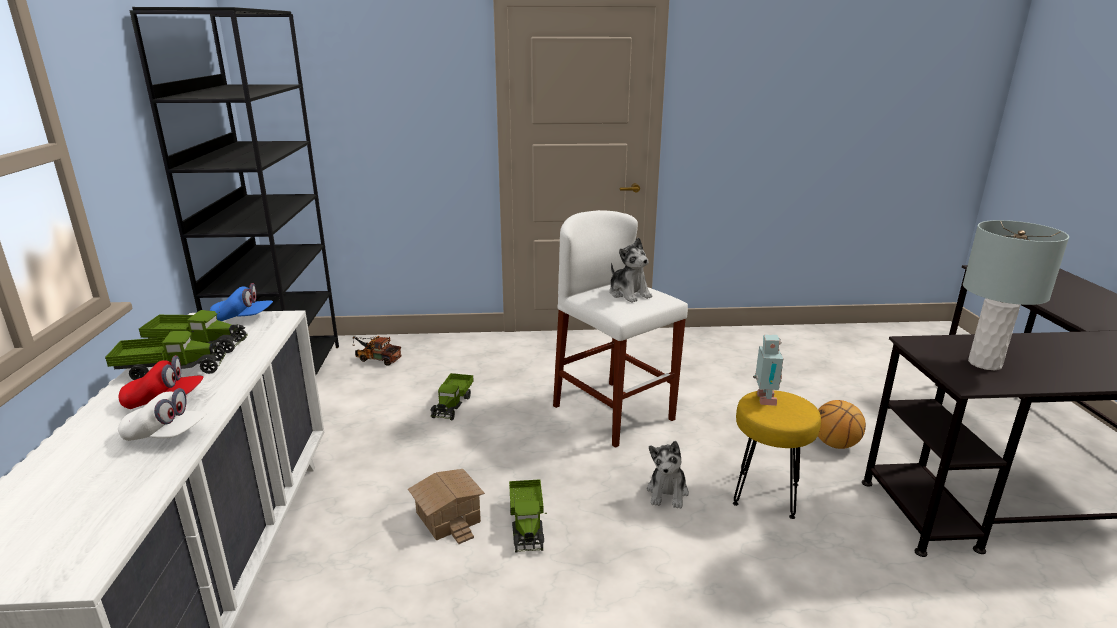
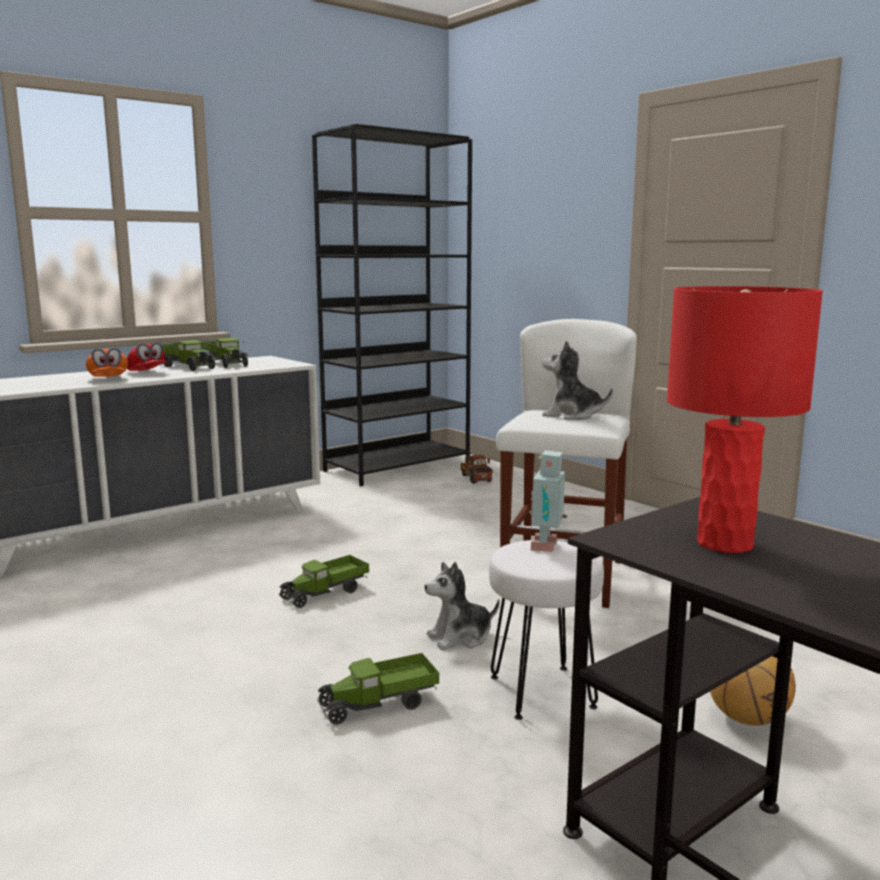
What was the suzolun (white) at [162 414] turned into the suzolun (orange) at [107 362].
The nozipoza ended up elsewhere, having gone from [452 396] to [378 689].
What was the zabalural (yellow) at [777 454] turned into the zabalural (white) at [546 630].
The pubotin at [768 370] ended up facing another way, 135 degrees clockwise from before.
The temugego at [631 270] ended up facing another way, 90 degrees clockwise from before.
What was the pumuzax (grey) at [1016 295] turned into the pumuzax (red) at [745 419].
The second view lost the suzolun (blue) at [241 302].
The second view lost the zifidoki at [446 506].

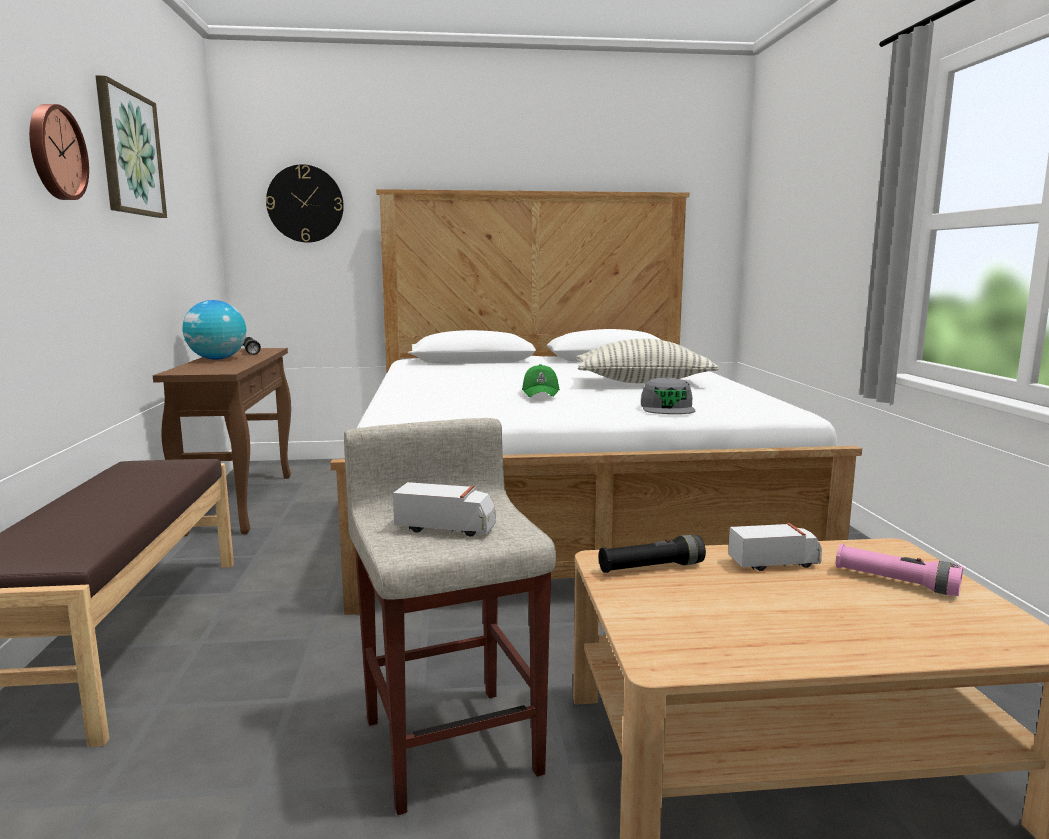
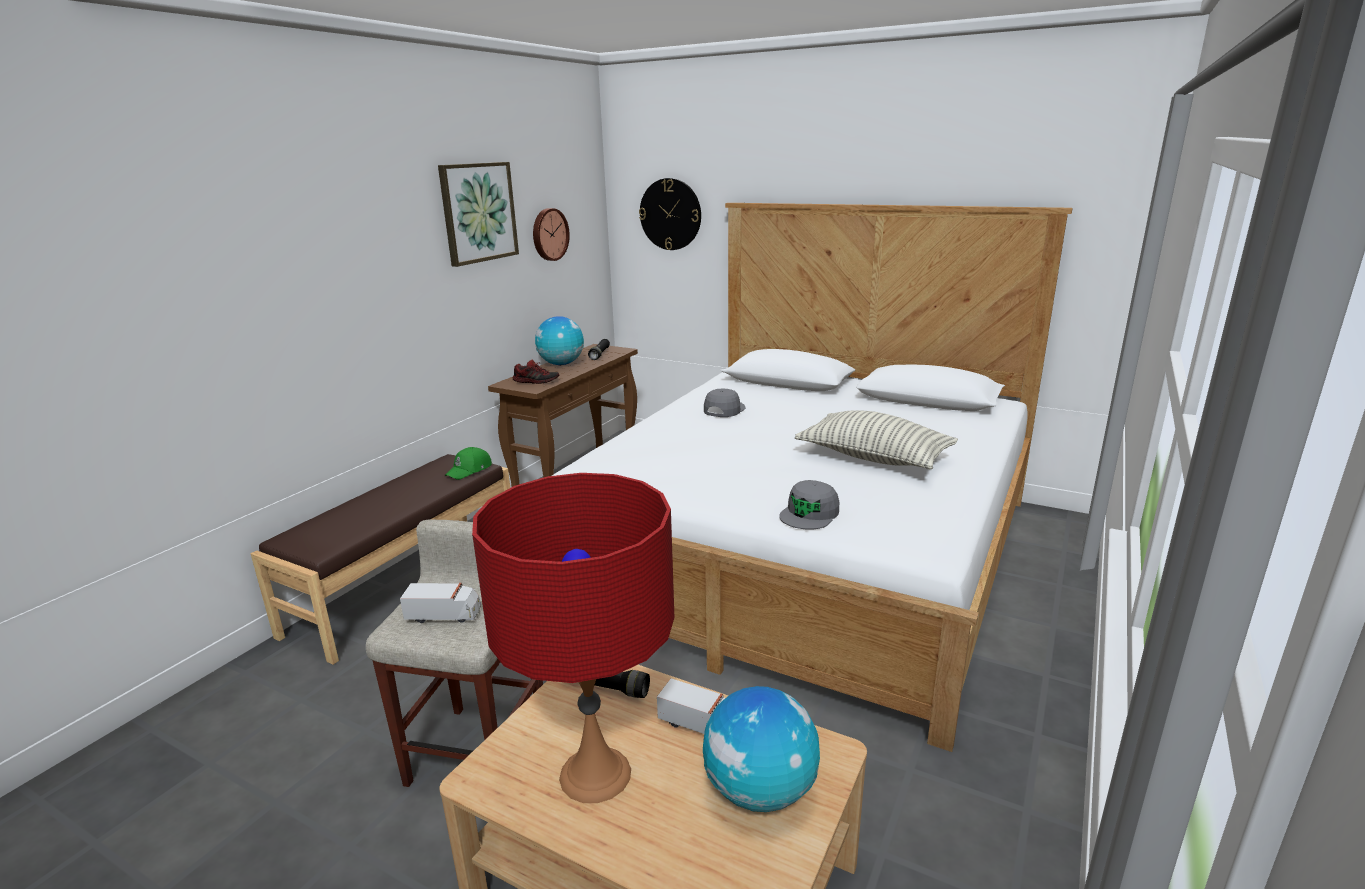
The nozipoza at [444 509] ended up facing another way, 45 degrees counterclockwise from before.
The suzolun (green) ended up elsewhere, having gone from [541 380] to [468 463].
The second view gained the pumuzax (red) at [573 638].
The second view gained the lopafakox at [536 371].
The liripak ended up elsewhere, having gone from [59 152] to [551 234].
Where the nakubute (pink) stood at [899 570], the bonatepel came to stand at [761 749].
The second view gained the suzolun (grey) at [725 403].

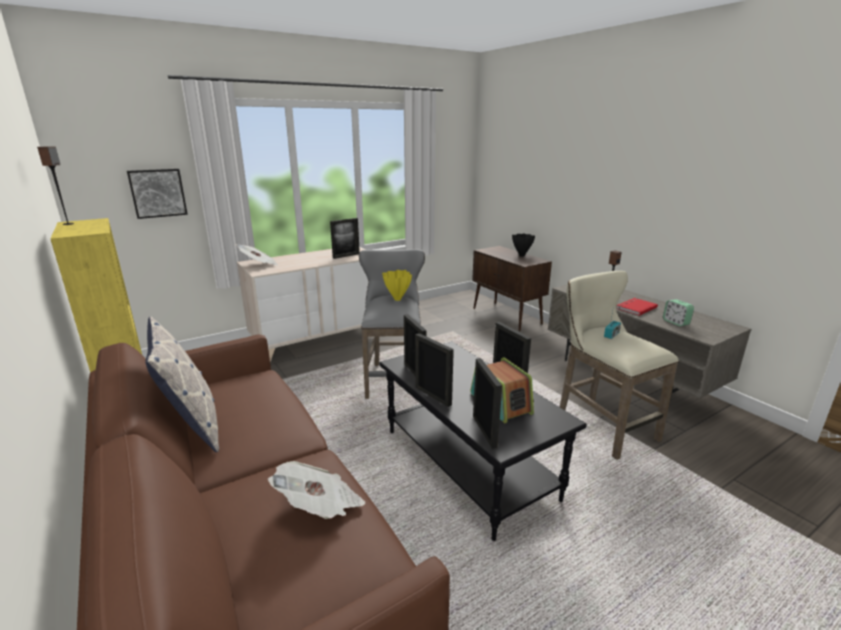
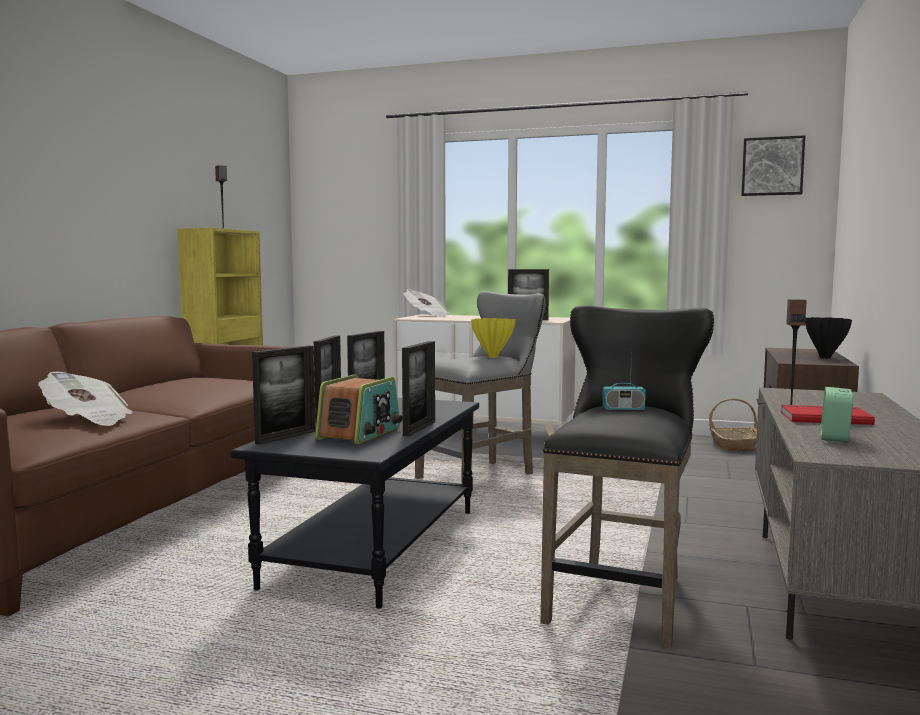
What was the zabalural (beige) at [619 365] turned into the zabalural (black) at [627 476].
The second view gained the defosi at [733 424].
The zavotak ended up elsewhere, having gone from [157 194] to [773 165].
The second view lost the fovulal at [182 384].

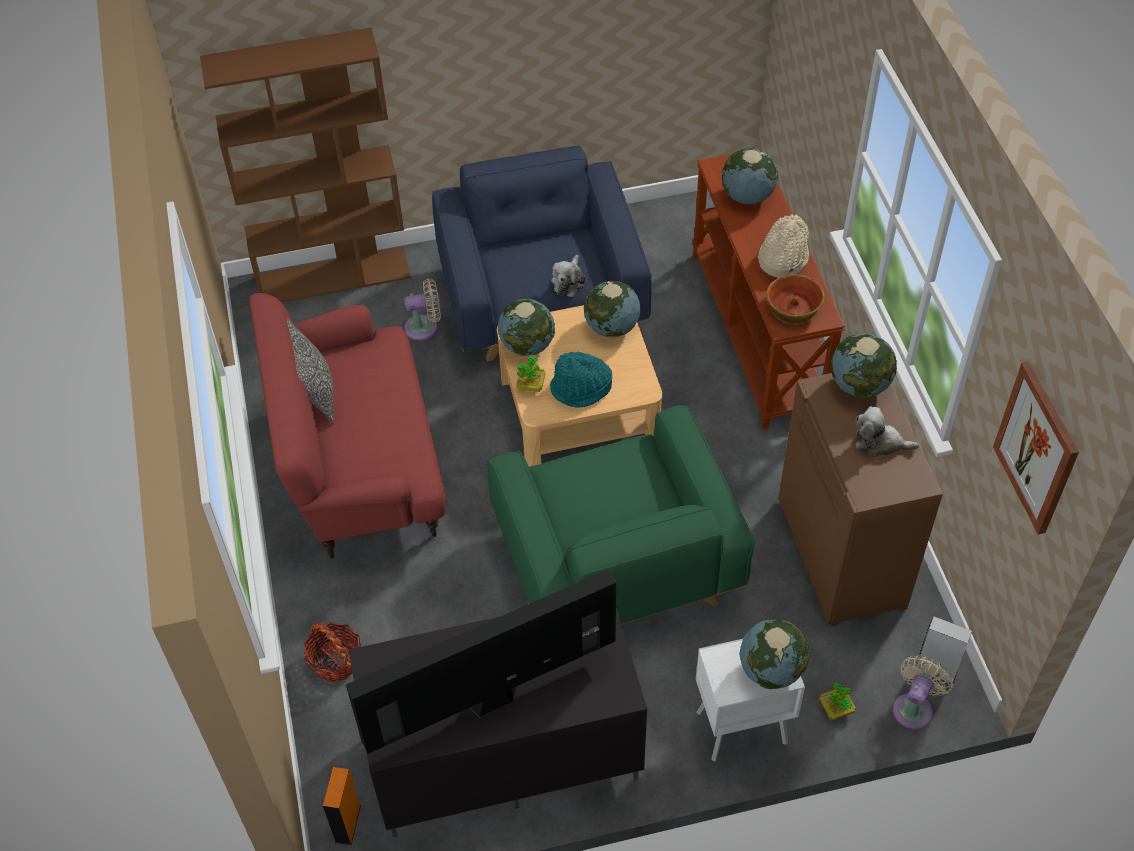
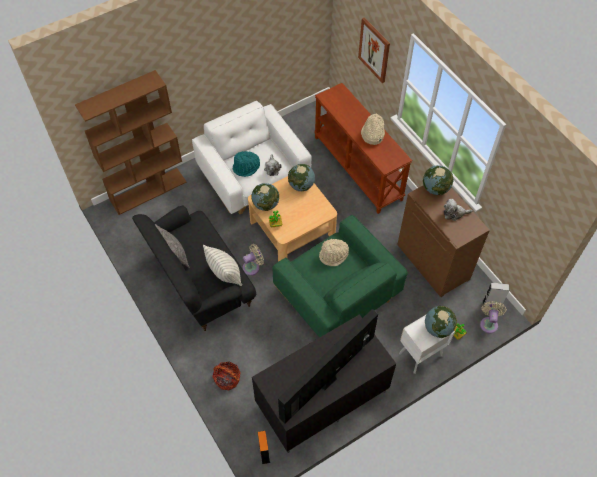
What was the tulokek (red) at [348 425] turned into the tulokek (black) at [194 268].
What was the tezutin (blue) at [542 253] turned into the tezutin (white) at [251 157].
The second view gained the fovulal at [222 265].
The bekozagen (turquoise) ended up elsewhere, having gone from [581 380] to [246 164].
The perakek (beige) ended up elsewhere, having gone from [422 309] to [253 259].
The second view gained the bekozagen (beige) at [334 252].
The zavotak ended up elsewhere, having gone from [1036 448] to [374 50].
The second view lost the bonatepel at [750 176].
The second view lost the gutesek at [795 299].

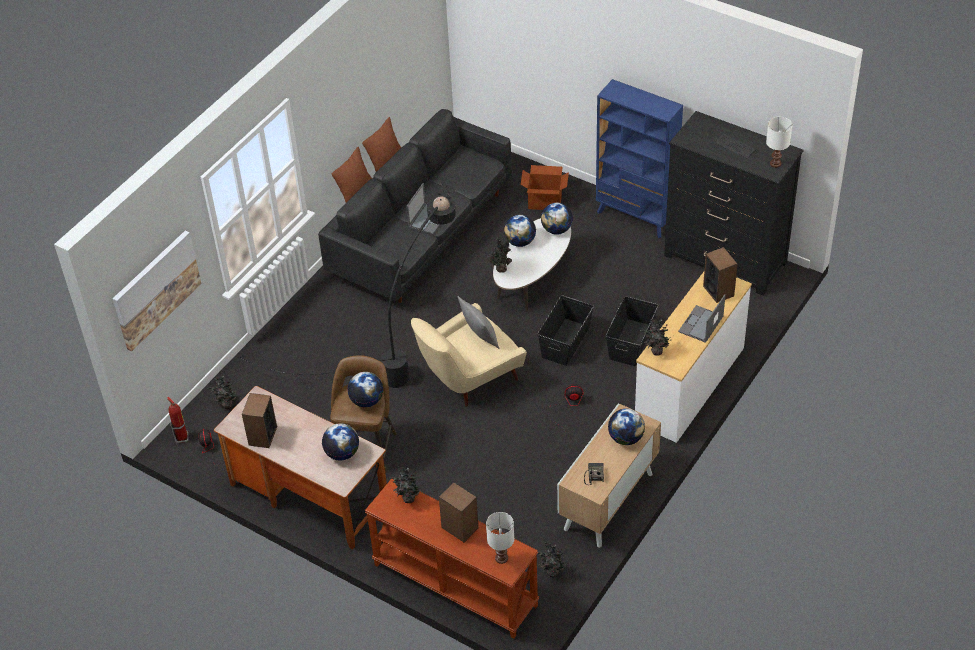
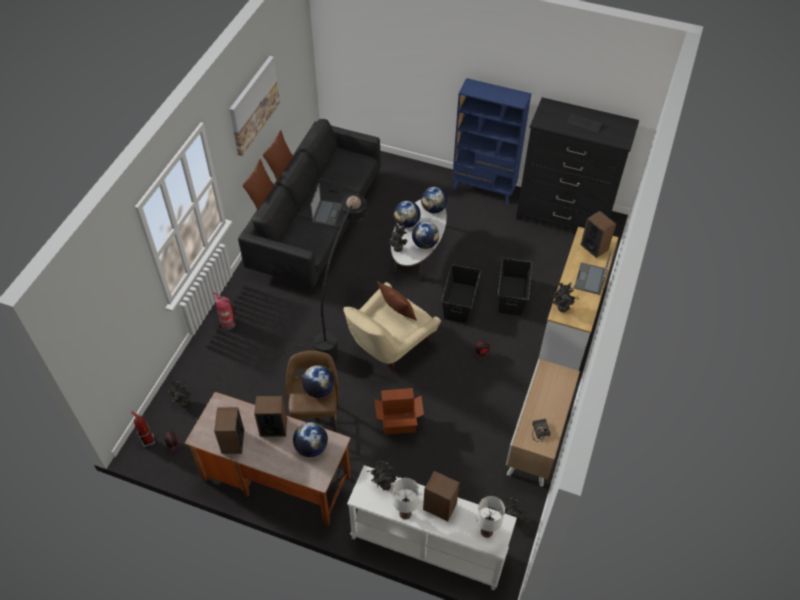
The second view gained the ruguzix at [224 311].
The zavotak ended up elsewhere, having gone from [157 291] to [254 106].
The second view gained the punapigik at [270 416].
What was the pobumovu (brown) at [452 559] turned into the pobumovu (white) at [432 528].
The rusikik ended up elsewhere, having gone from [544 187] to [399 411].
What was the fovulal (grey) at [478 322] turned into the fovulal (brown) at [397 301].
The pumuzax (white) ended up elsewhere, having gone from [779 142] to [406 498].
The bonatepel ended up elsewhere, having gone from [626 427] to [426 235].

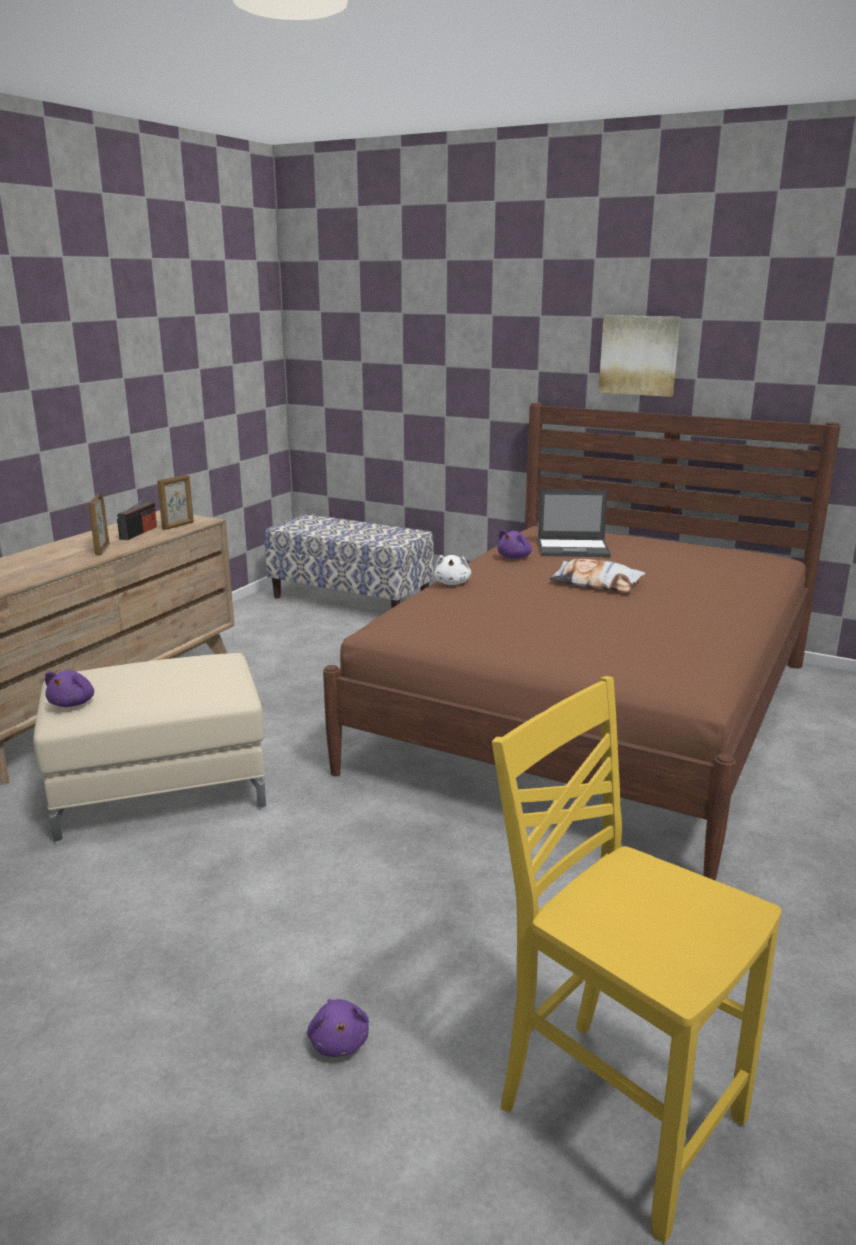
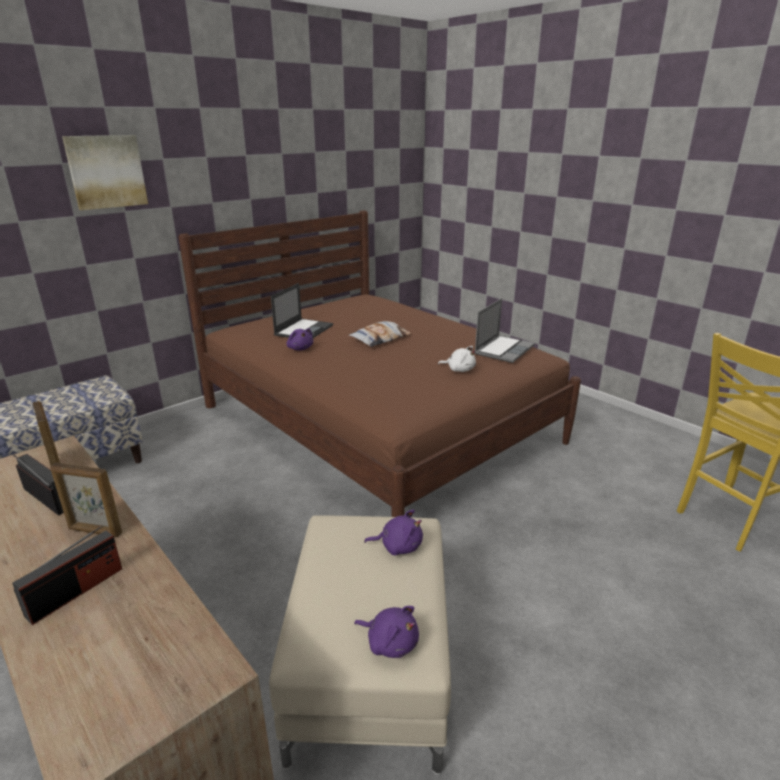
The second view gained the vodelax at [67 575].
The zavotak ended up elsewhere, having gone from [639 356] to [105 172].
The temugego (purple) ended up elsewhere, having gone from [338 1028] to [393 533].
The temugego (white) ended up elsewhere, having gone from [452 570] to [457 359].
The second view gained the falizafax at [505 330].

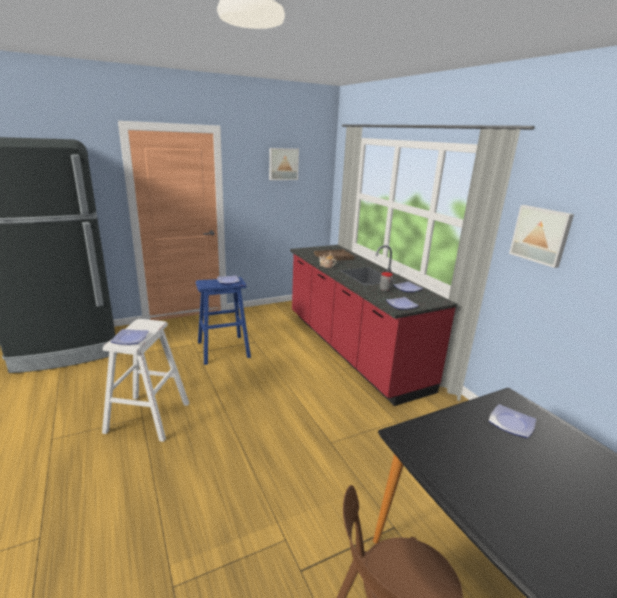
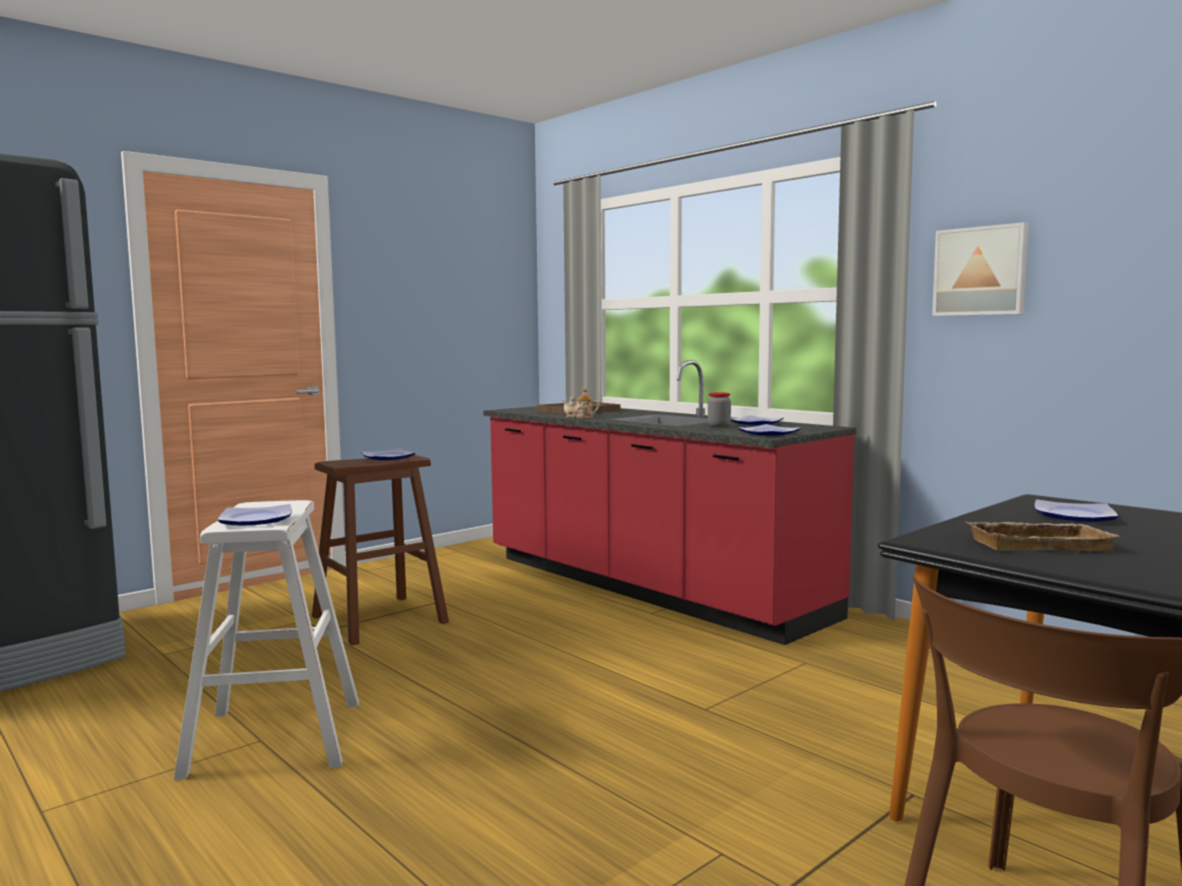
What was the zabalural (blue) at [223 321] turned into the zabalural (brown) at [380 550].
The second view gained the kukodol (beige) at [1042 536].
The second view lost the zavotak at [284 164].

